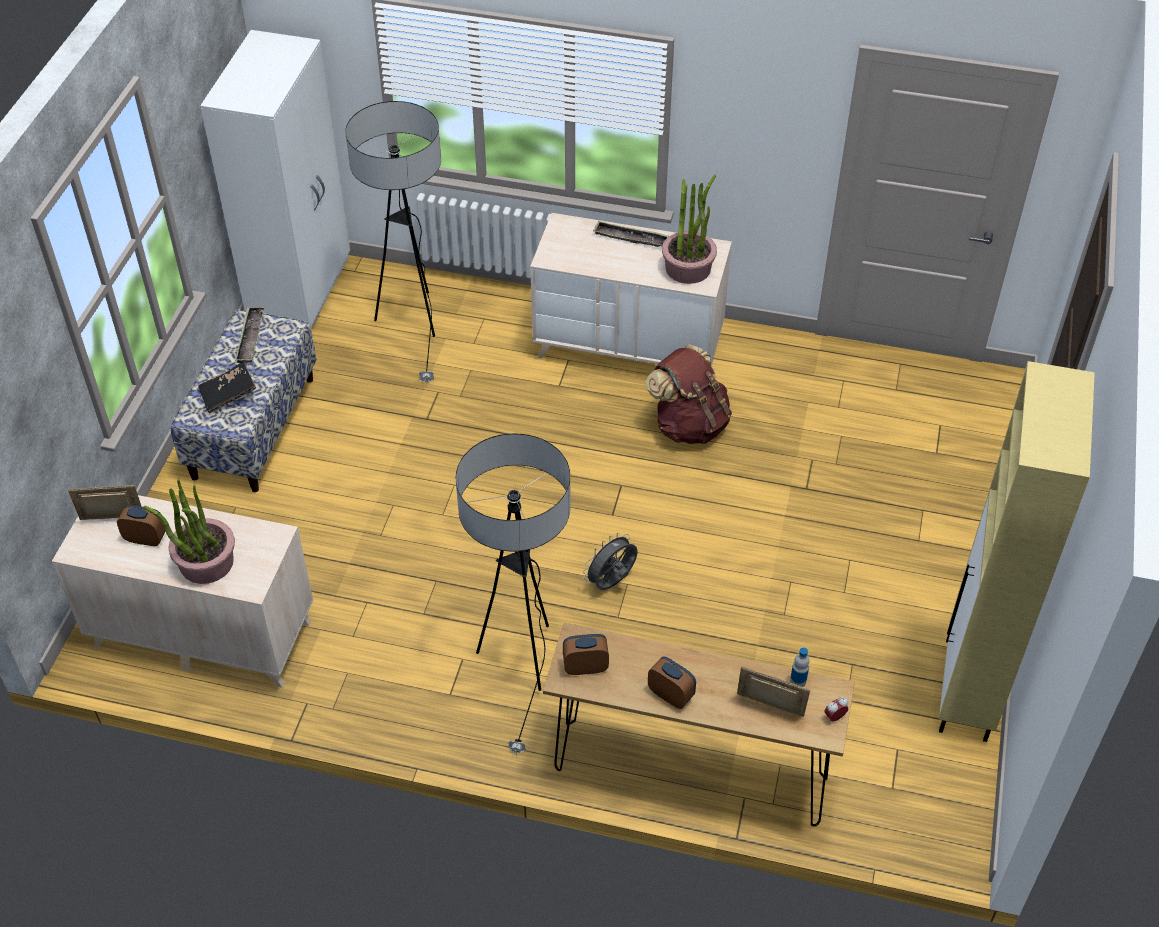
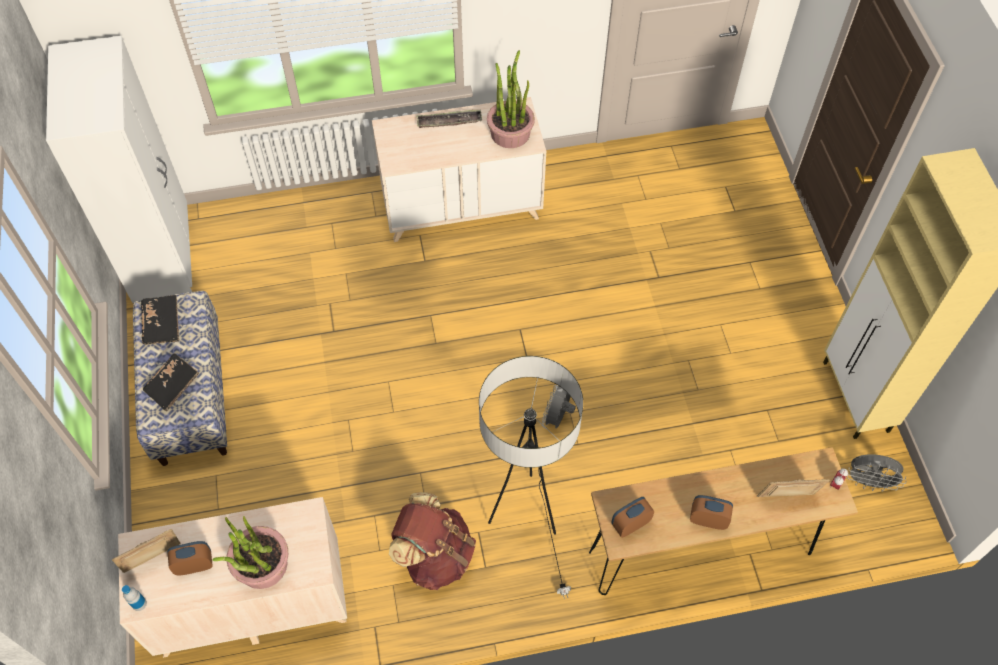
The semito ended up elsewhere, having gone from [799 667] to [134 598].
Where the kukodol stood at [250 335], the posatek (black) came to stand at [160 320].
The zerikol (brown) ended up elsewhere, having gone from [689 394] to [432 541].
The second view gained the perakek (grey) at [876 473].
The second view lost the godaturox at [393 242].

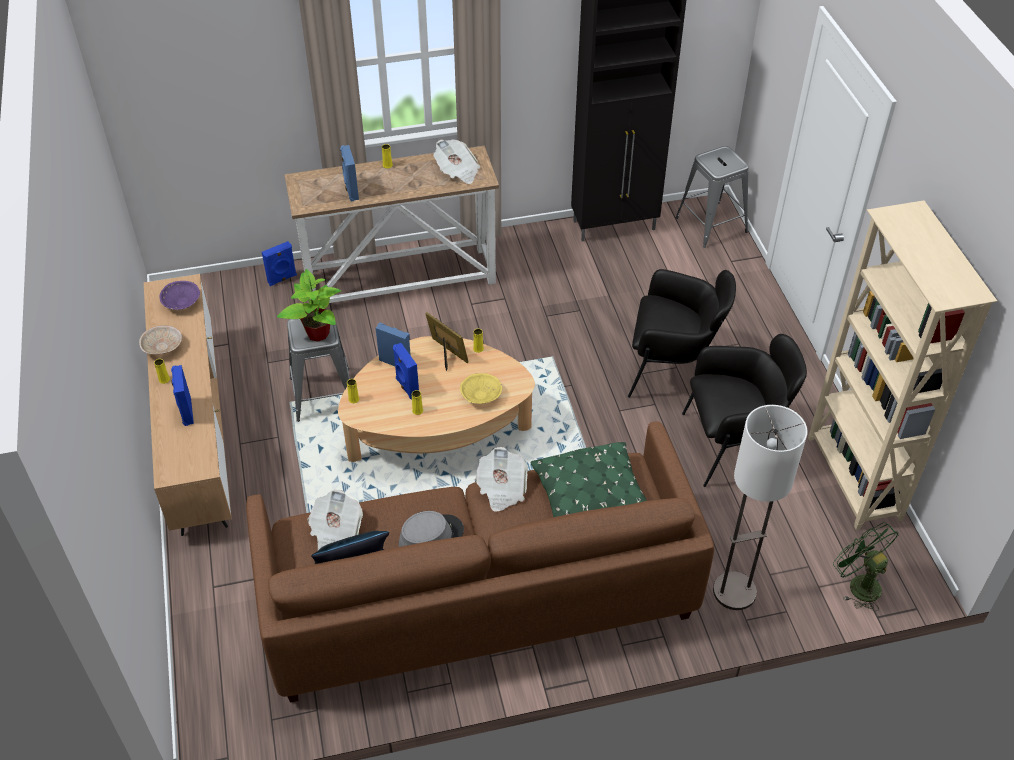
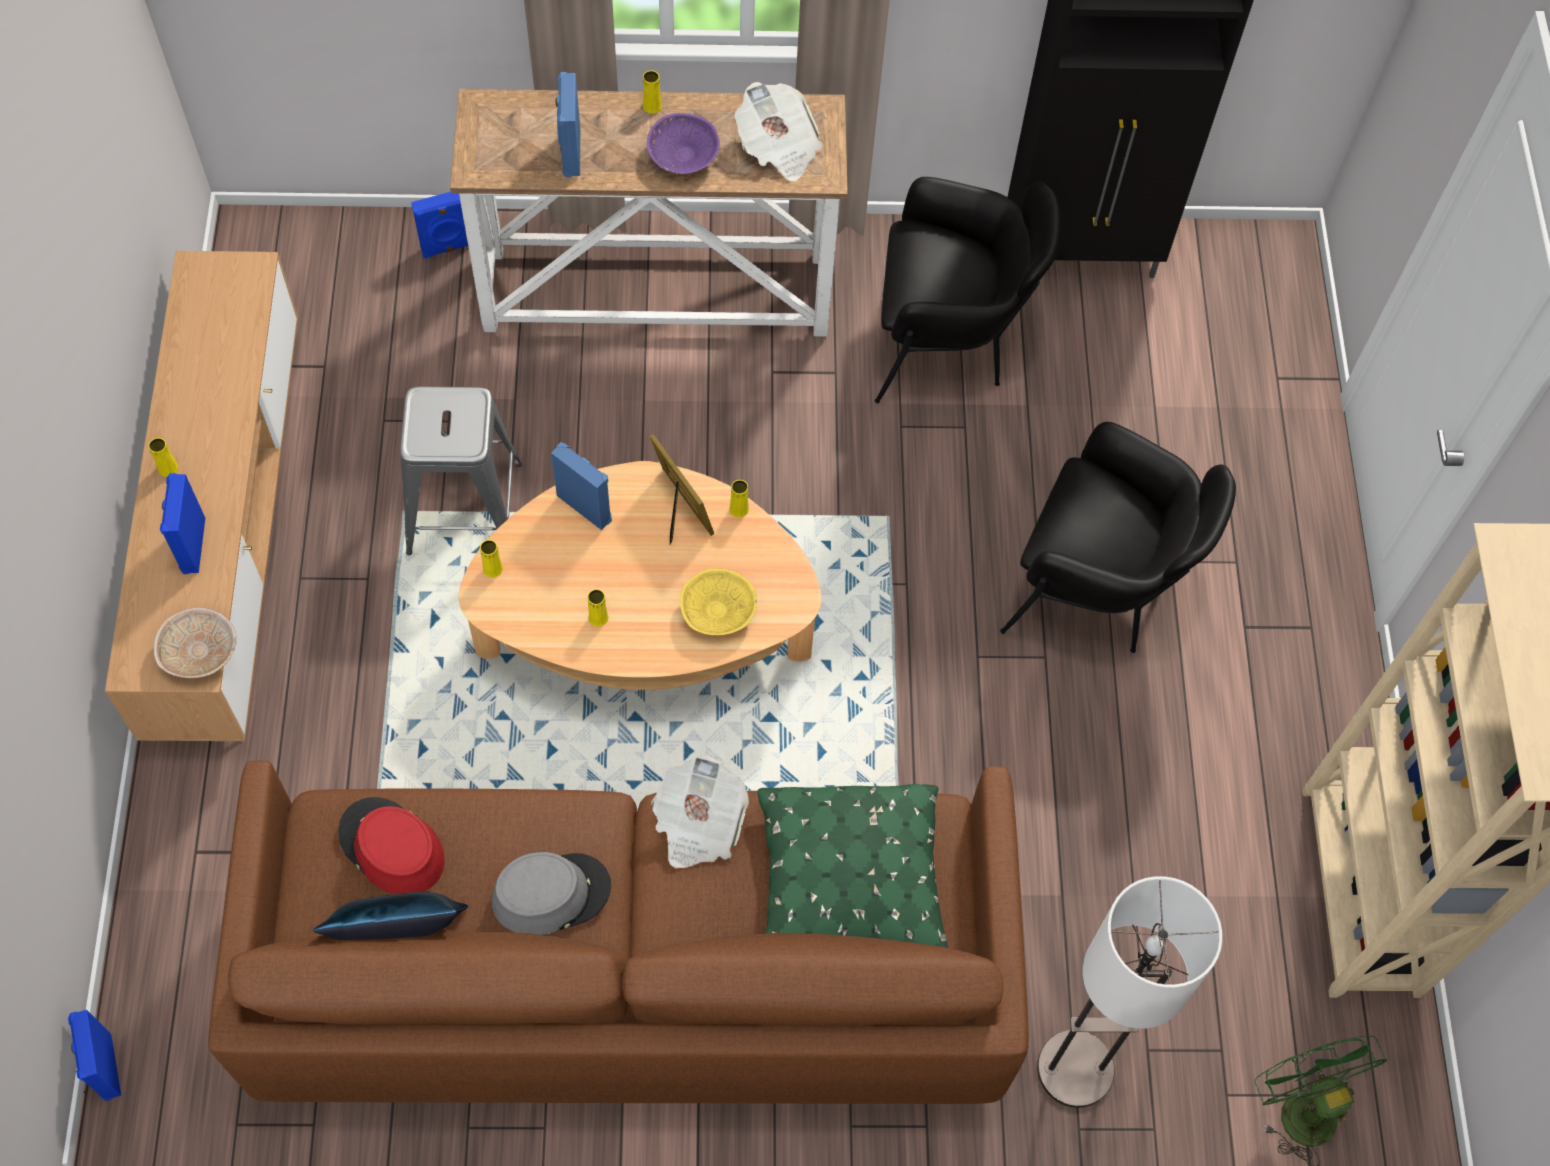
The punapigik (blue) ended up elsewhere, having gone from [406 371] to [94 1055].
The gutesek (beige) ended up elsewhere, having gone from [160 340] to [195 642].
Where the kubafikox stood at [335 520], the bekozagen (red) came to stand at [391 845].
The gutesek (purple) ended up elsewhere, having gone from [180 295] to [683 143].
The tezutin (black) ended up elsewhere, having gone from [744 410] to [967 290].
The second view lost the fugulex at [309 305].
The second view lost the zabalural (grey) at [712 197].

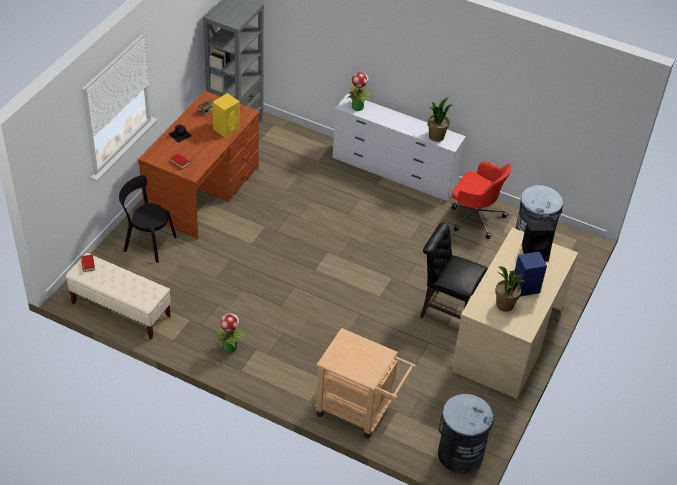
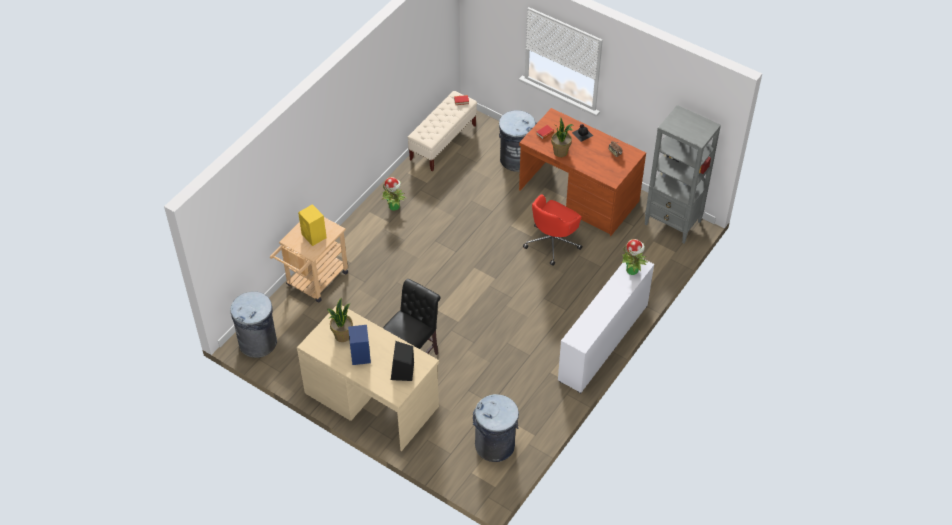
The punapigik (yellow) ended up elsewhere, having gone from [226 115] to [312 225].
Where the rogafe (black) stood at [148 219], the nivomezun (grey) came to stand at [518 141].
The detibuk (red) ended up elsewhere, having gone from [481 200] to [552 230].
The fugulex ended up elsewhere, having gone from [440 119] to [562 137].

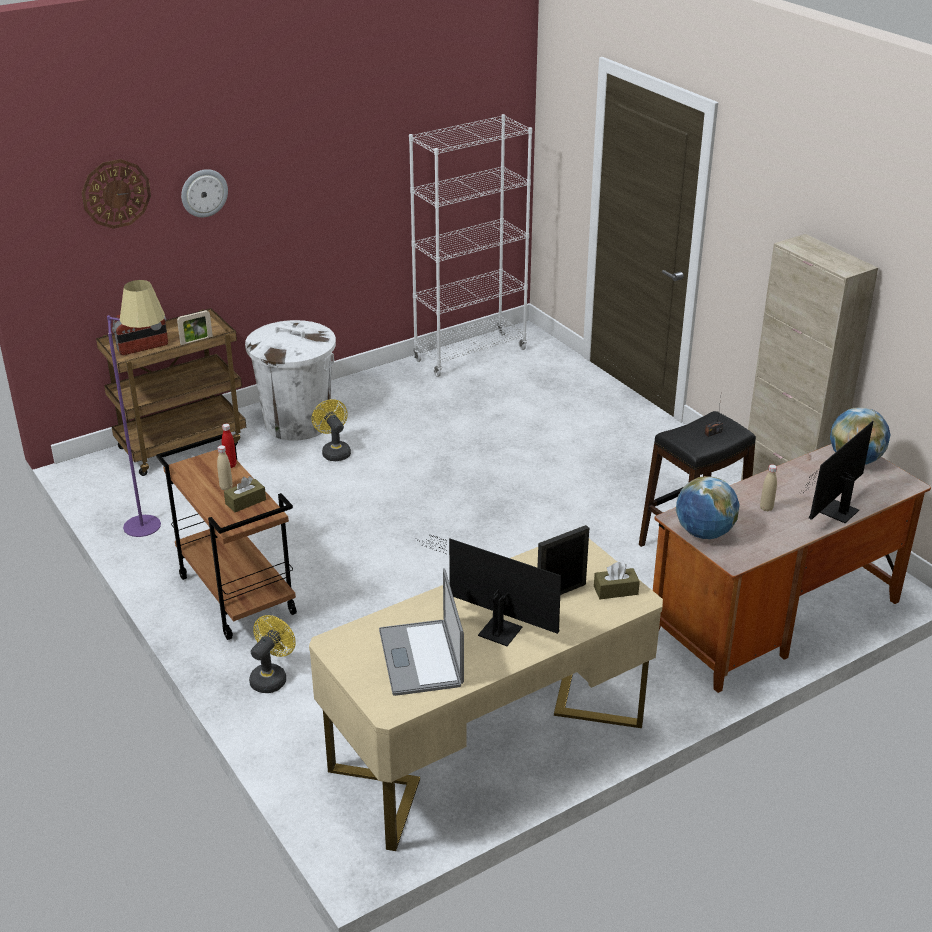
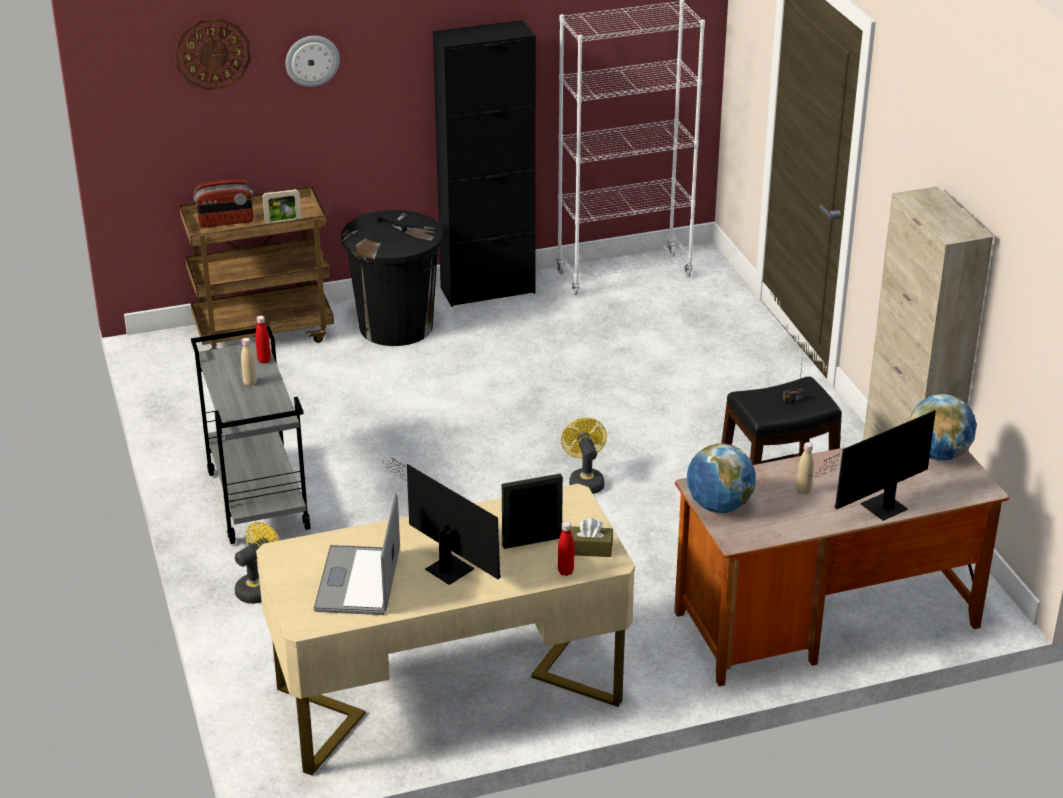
What was the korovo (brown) at [226 537] turned into the korovo (grey) at [250 435].
What was the nivomezun (white) at [290 380] turned into the nivomezun (black) at [392 278].
The second view gained the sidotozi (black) at [484 163].
The second view gained the semito (red) at [566 548].
The perakek (yellow) ended up elsewhere, having gone from [331 430] to [584 456].
The second view lost the godaturox (purple) at [136 408].
The second view lost the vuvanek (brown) at [245 494].

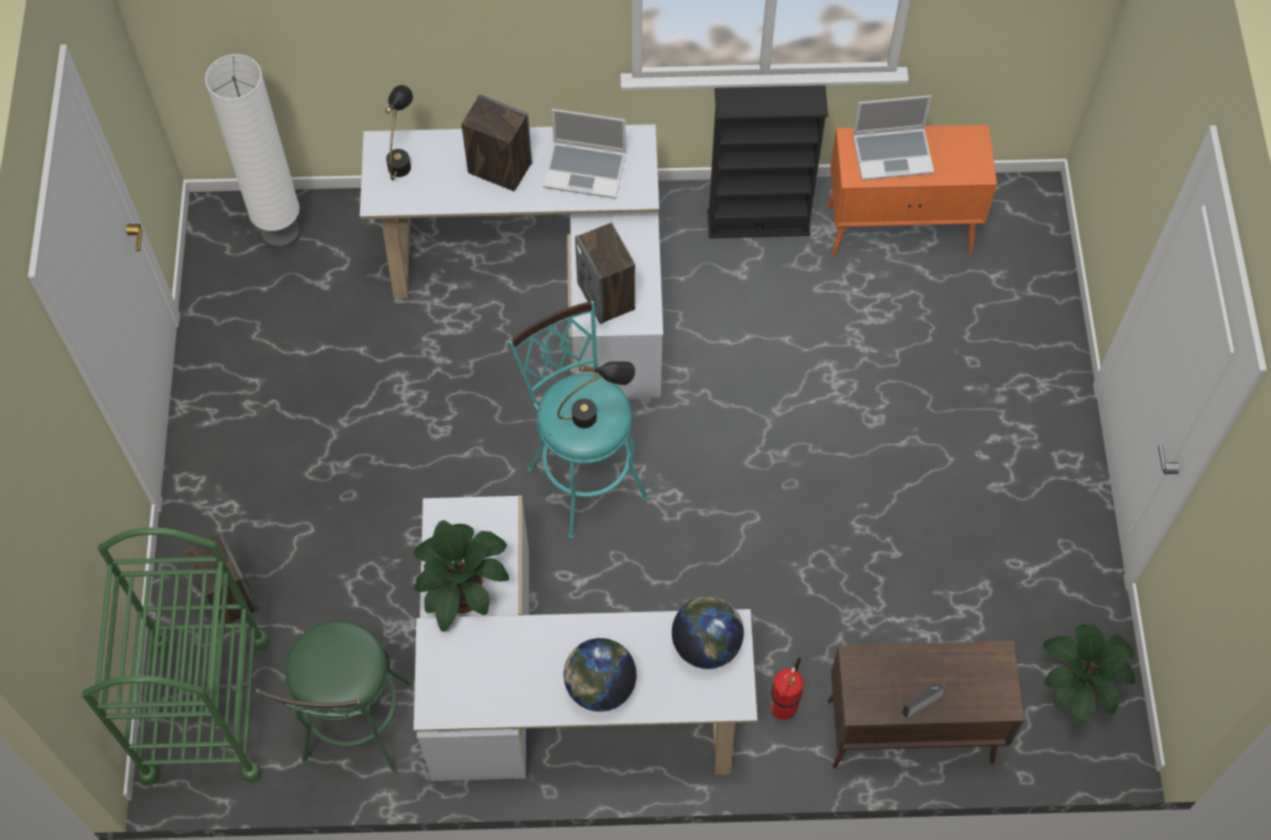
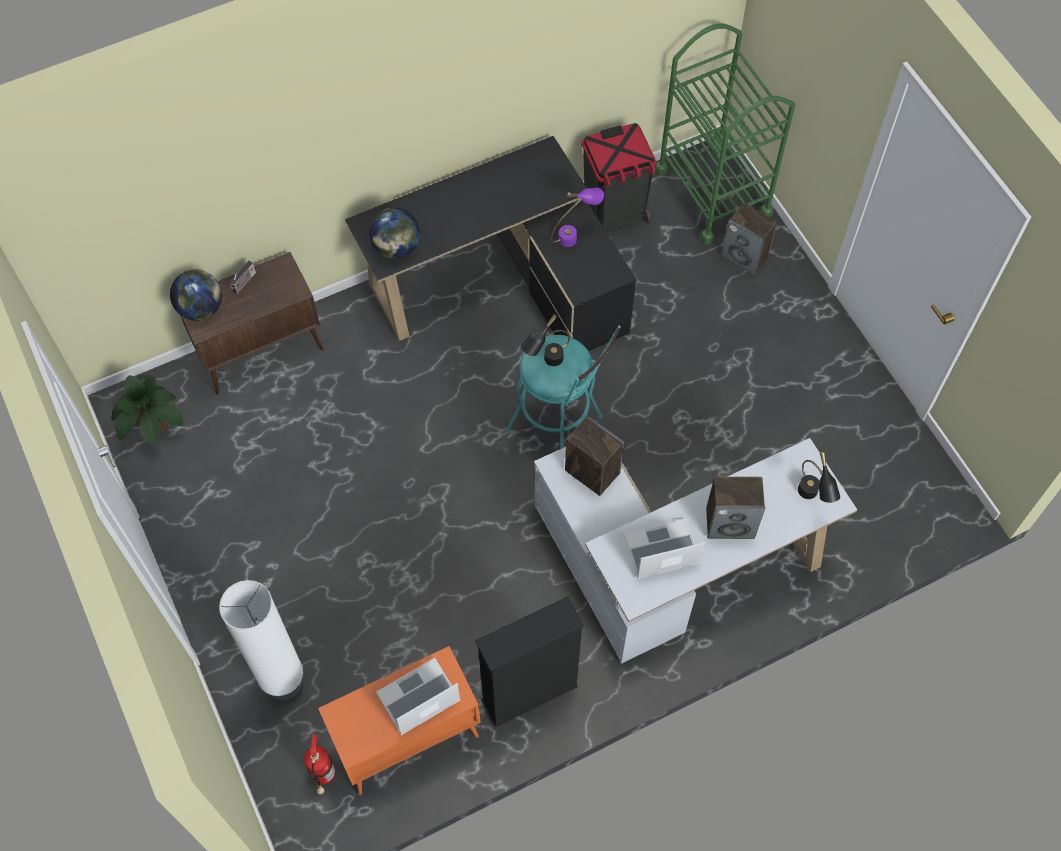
The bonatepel ended up elsewhere, having gone from [599 675] to [196 295].
The godaturox (white) ended up elsewhere, having gone from [252 152] to [261 641].
The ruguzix ended up elsewhere, having gone from [786 688] to [319 764].
What was the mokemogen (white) at [585 638] turned into the mokemogen (black) at [491 243].
Where the fugulex stood at [461 576], the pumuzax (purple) came to stand at [577 217].
Where the zabalural (green) stood at [334 697], the nivomezun (black) came to stand at [619 177].

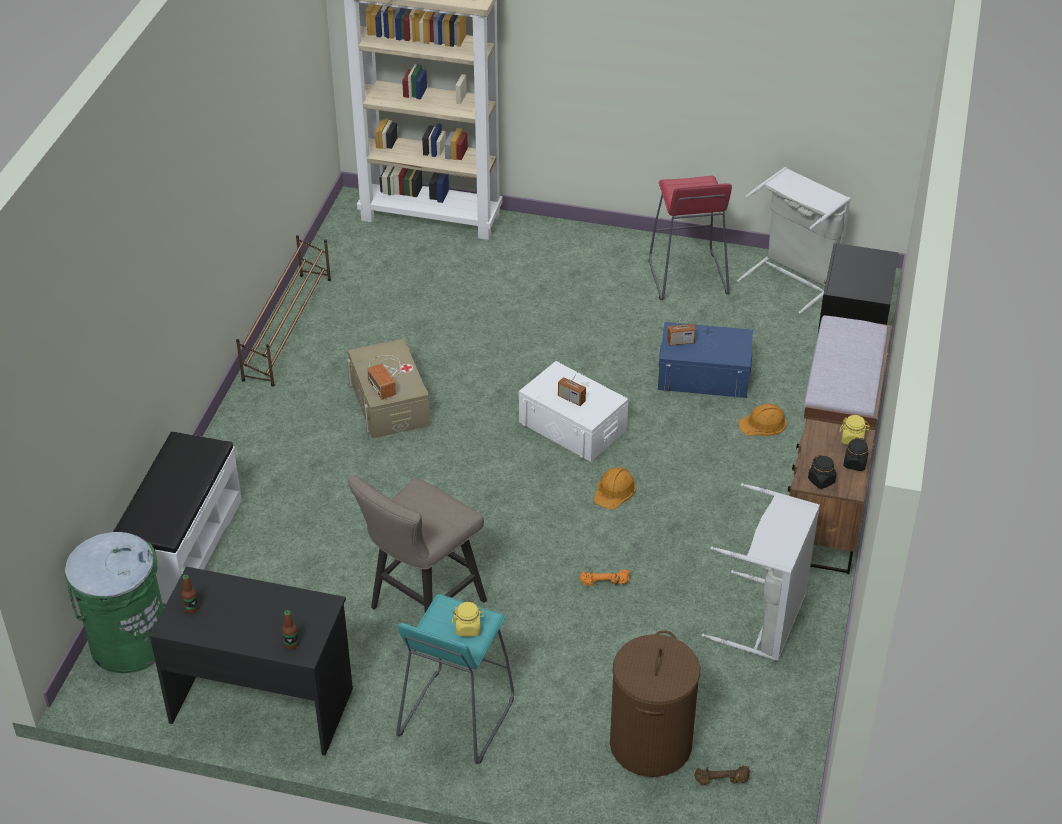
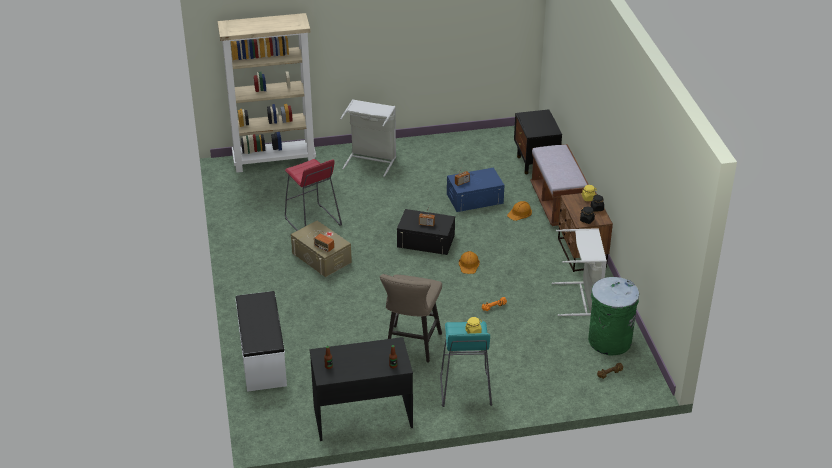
The zabalural (red) ended up elsewhere, having gone from [690 238] to [313 195].
The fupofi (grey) ended up elsewhere, having gone from [794 240] to [368 138].
What was the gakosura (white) at [573 411] turned into the gakosura (black) at [426 232].
The nivomezun (green) ended up elsewhere, having gone from [114 602] to [613 316].
The second view lost the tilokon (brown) at [283 311].
The second view lost the fupofi (brown) at [655 703].

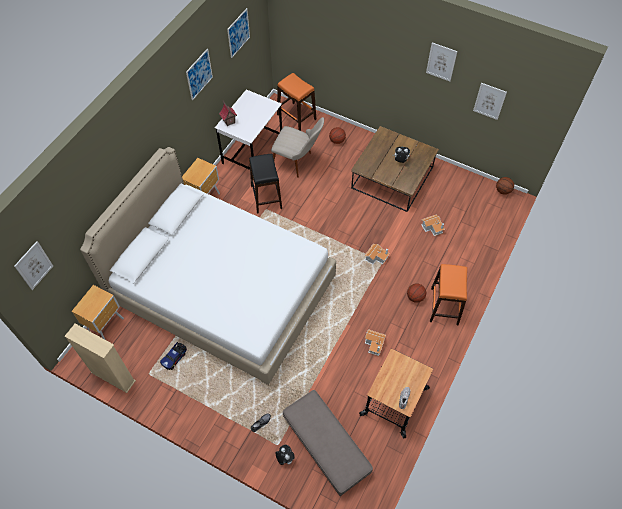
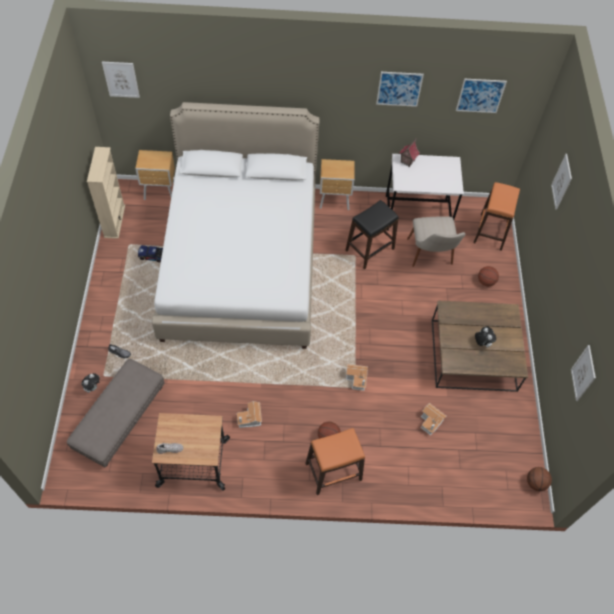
The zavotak ended up elsewhere, having gone from [442 61] to [561 182].

